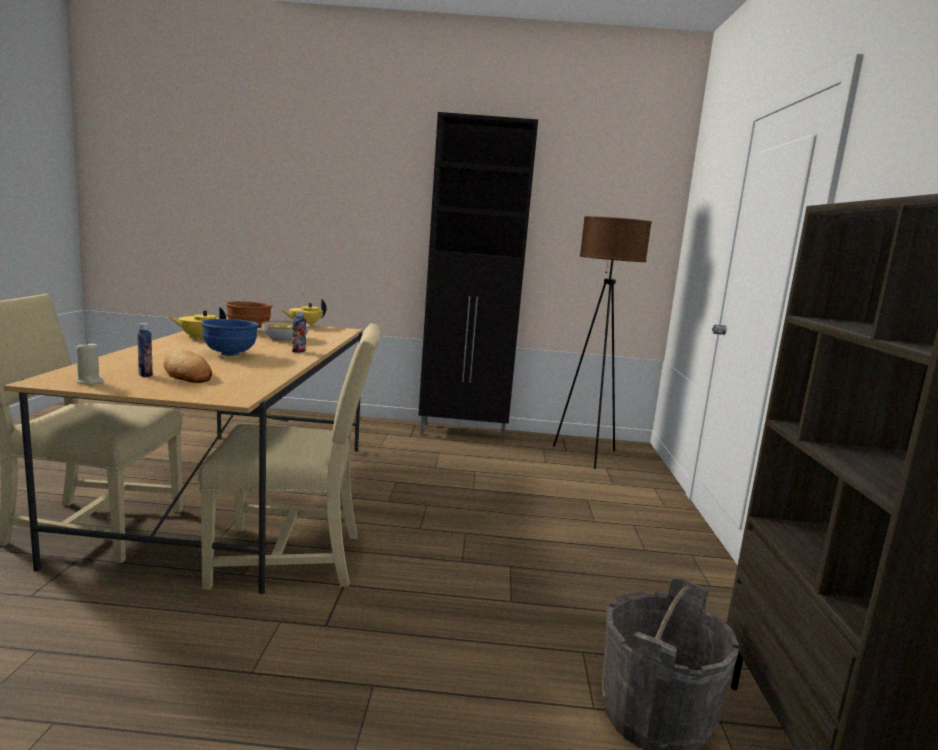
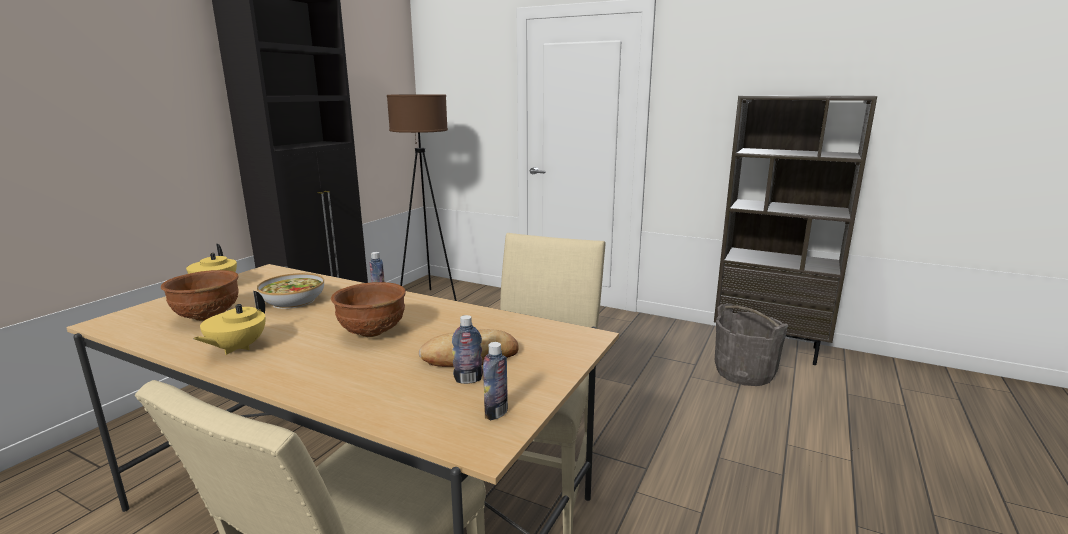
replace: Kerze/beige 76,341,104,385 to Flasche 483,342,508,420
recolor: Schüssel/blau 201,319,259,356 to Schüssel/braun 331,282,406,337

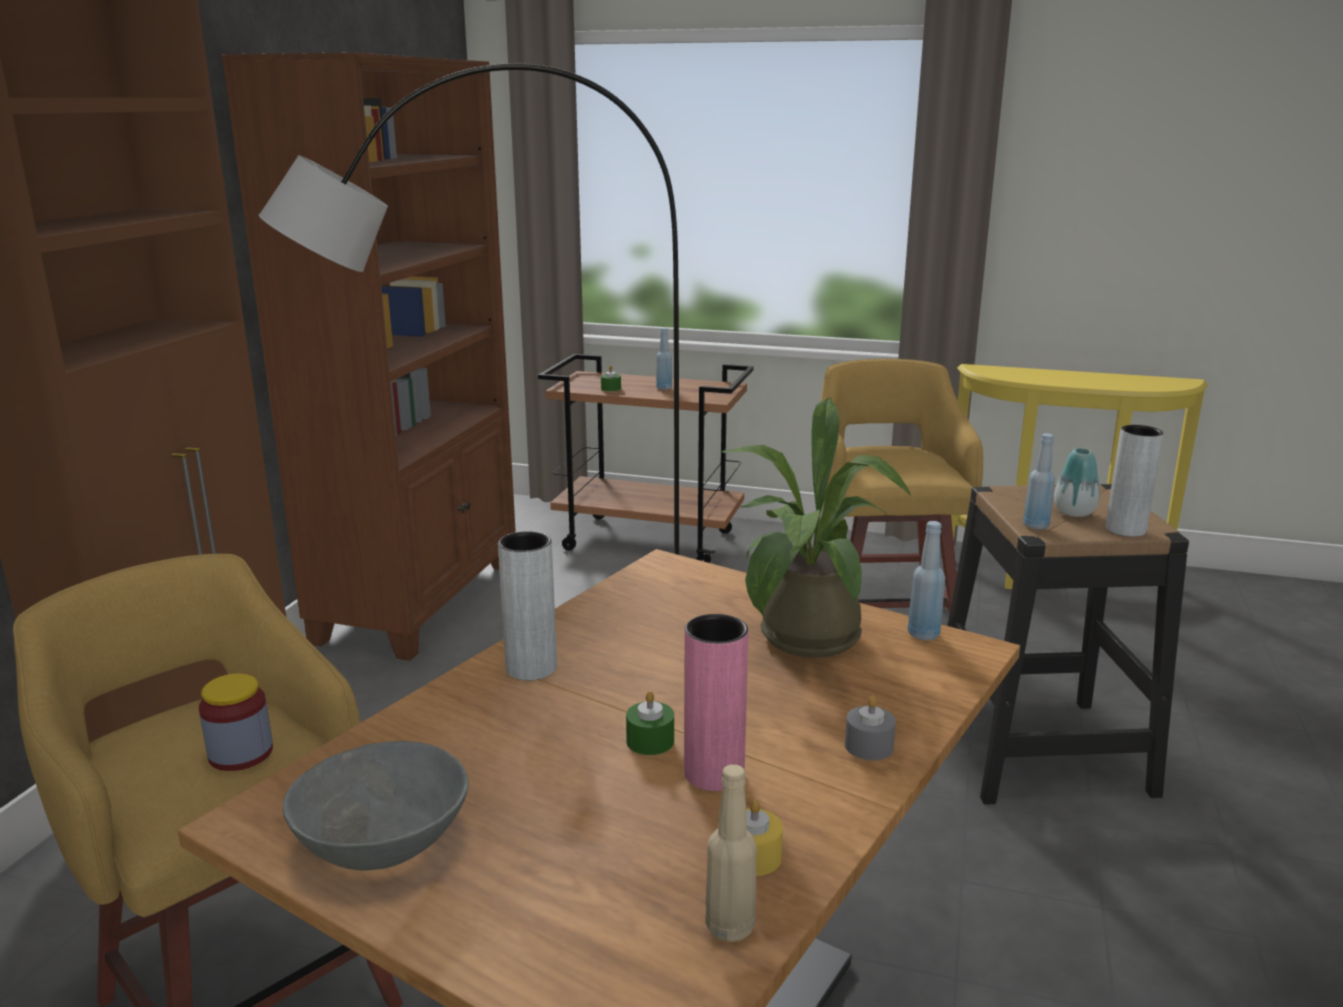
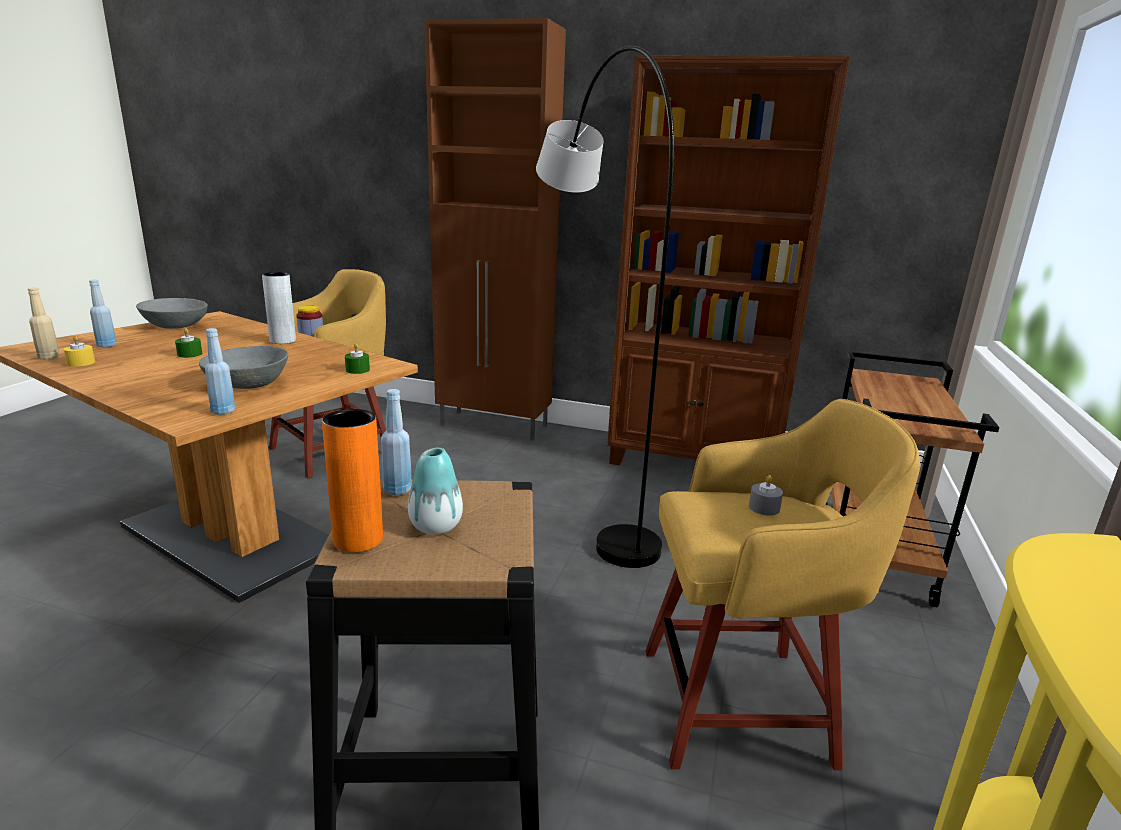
delete: Vase/rosa 684,614,749,791
move: Kerze/grün 601,365,621,392 to 345,343,370,374; Flasche/blau 656,328,672,390 to 89,280,117,347; Kerze/grau 845,696,896,760 to 749,475,783,516
replace: Topfpflanze 721,398,911,658 to Schüssel/grau 199,346,288,389
recolor: Vase/grau 1105,425,1163,537 to Vase/orange 322,409,383,552

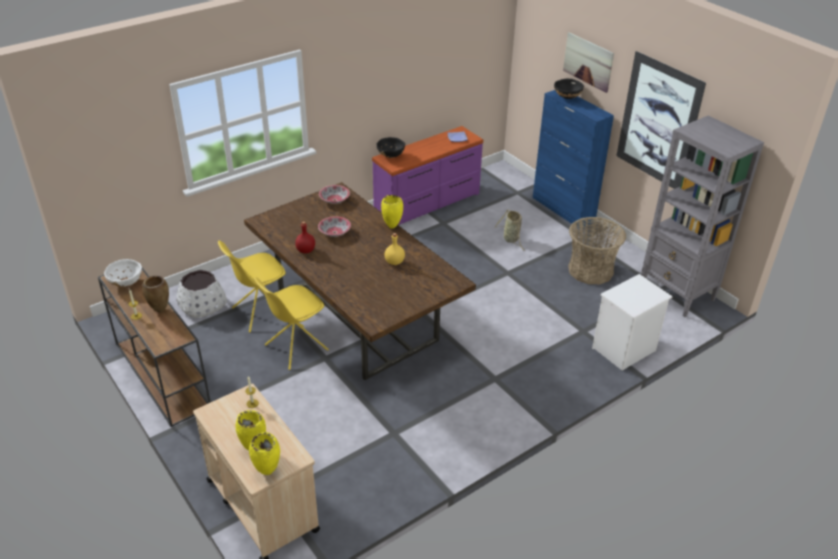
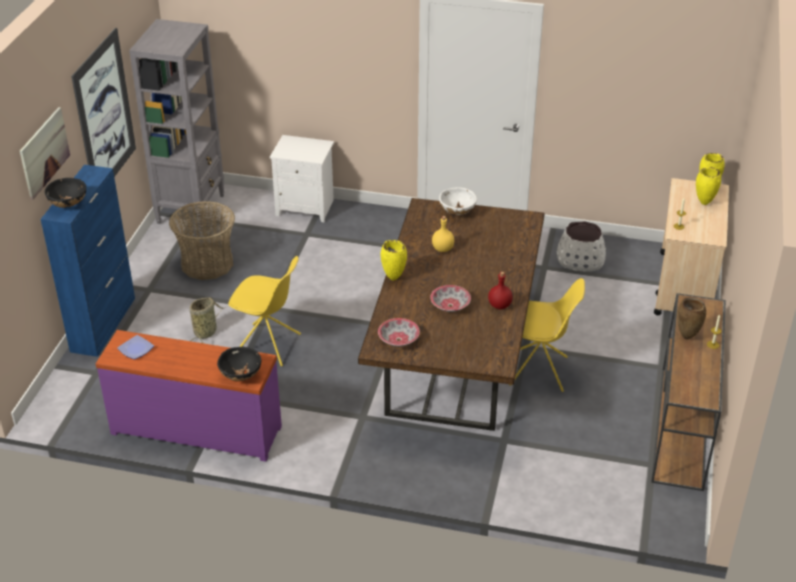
move: Schüssel/weiß 104,259,142,287 to 439,188,477,215; Pflanzkübel/weiß 177,270,227,318 to 557,221,606,271; Stuhl/gelb 218,241,286,333 to 228,256,301,366

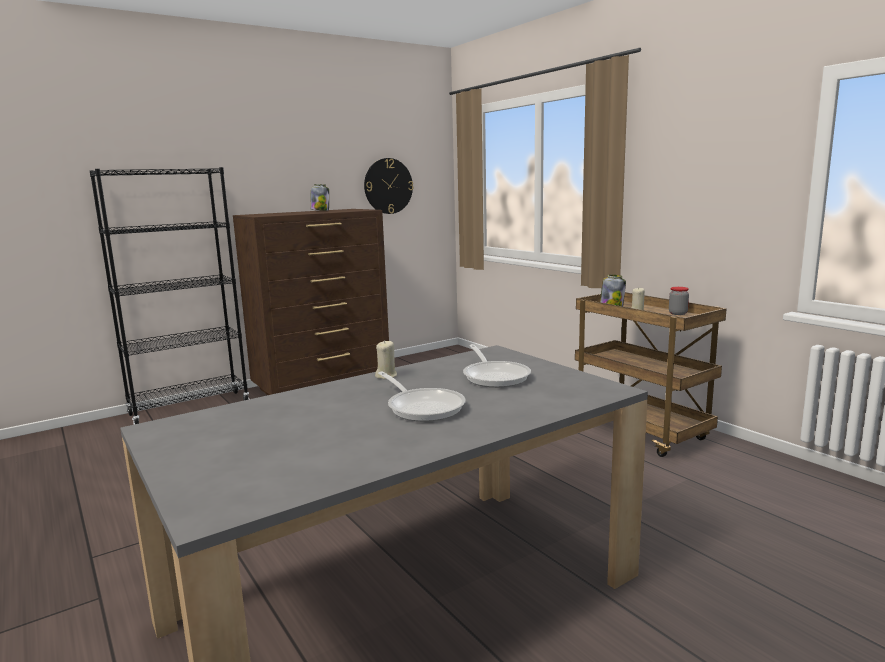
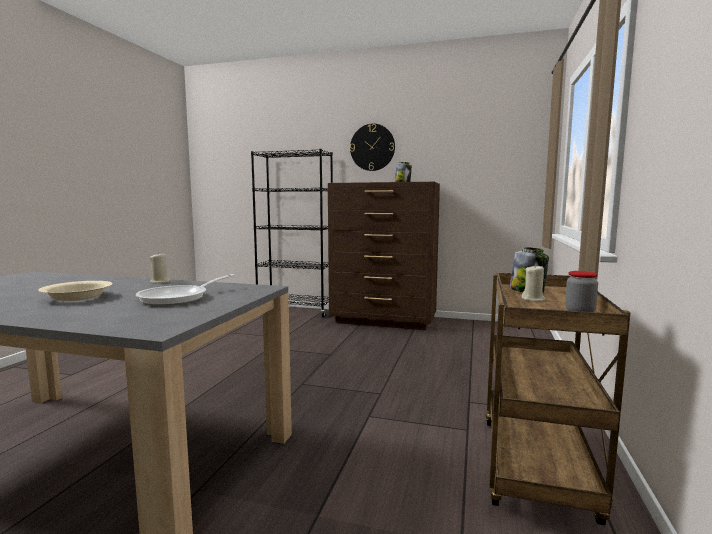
move: Wanduhr 364,158,413,214 to 350,124,395,171
replace: Pfanne 378,371,466,422 to Schüssel/beige 38,281,113,301

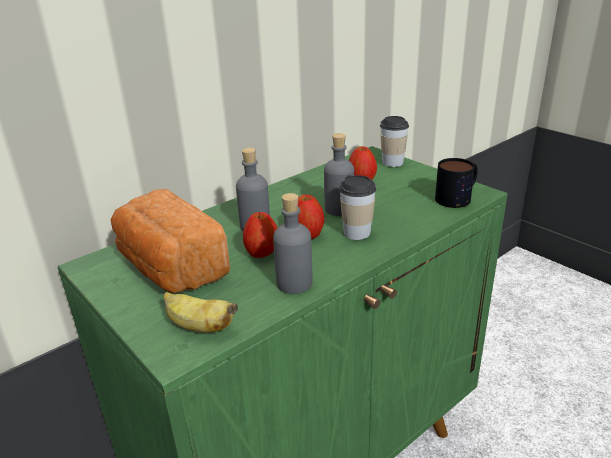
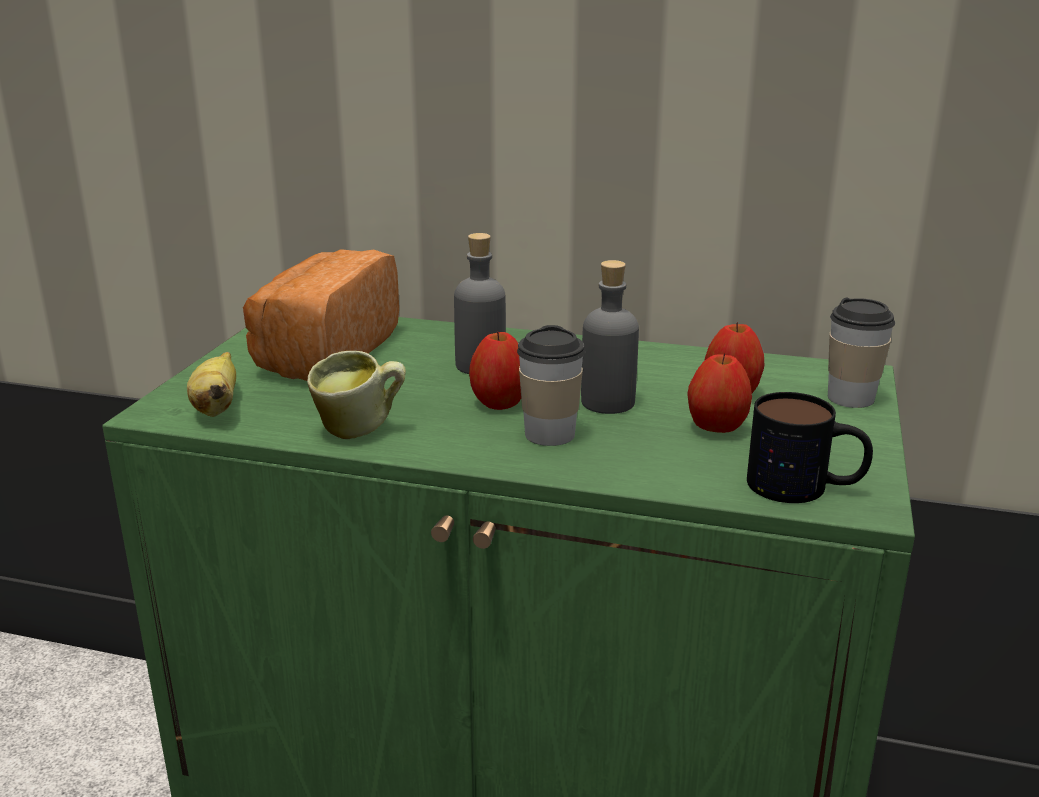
move: Apfel 243,212,277,258 to 687,353,752,433
replace: Flasche/grau 273,193,312,294 to Henkelbecher 307,351,406,439

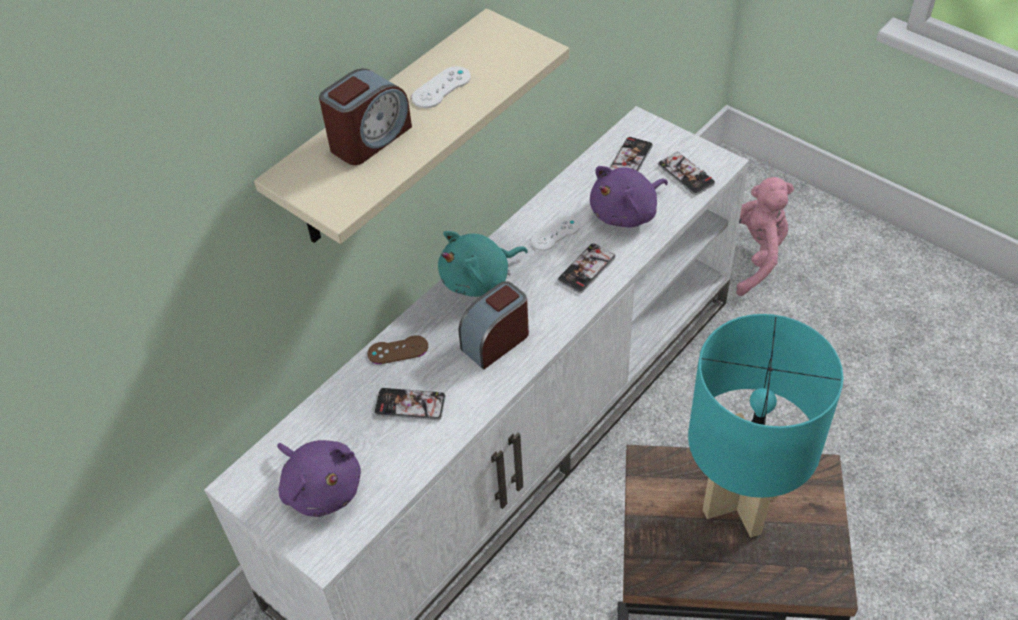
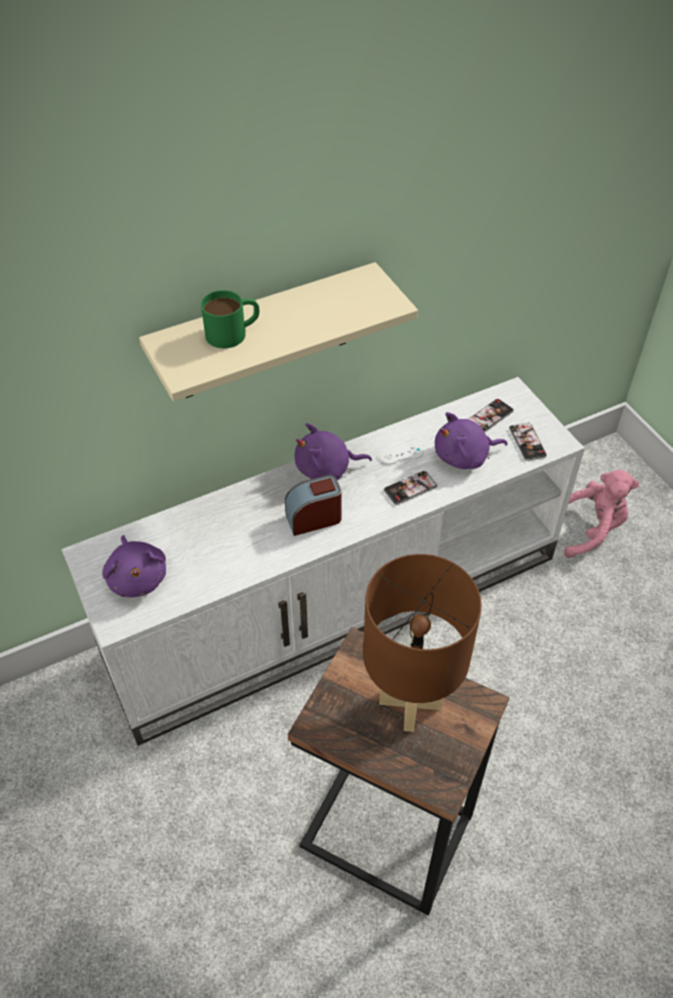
delete: Gamepad/braun 367,335,428,364; Handy 374,388,446,421; Gamepad/weiß 411,66,471,108
replace: Wecker 319,68,412,165 to Henkelbecher/grün 201,290,259,348
recolor: Plüschtier/türkis 438,231,528,297 to Plüschtier/lila 295,423,372,480; Tischlampe/türkis 688,314,844,538 to Tischlampe/braun 363,554,482,732

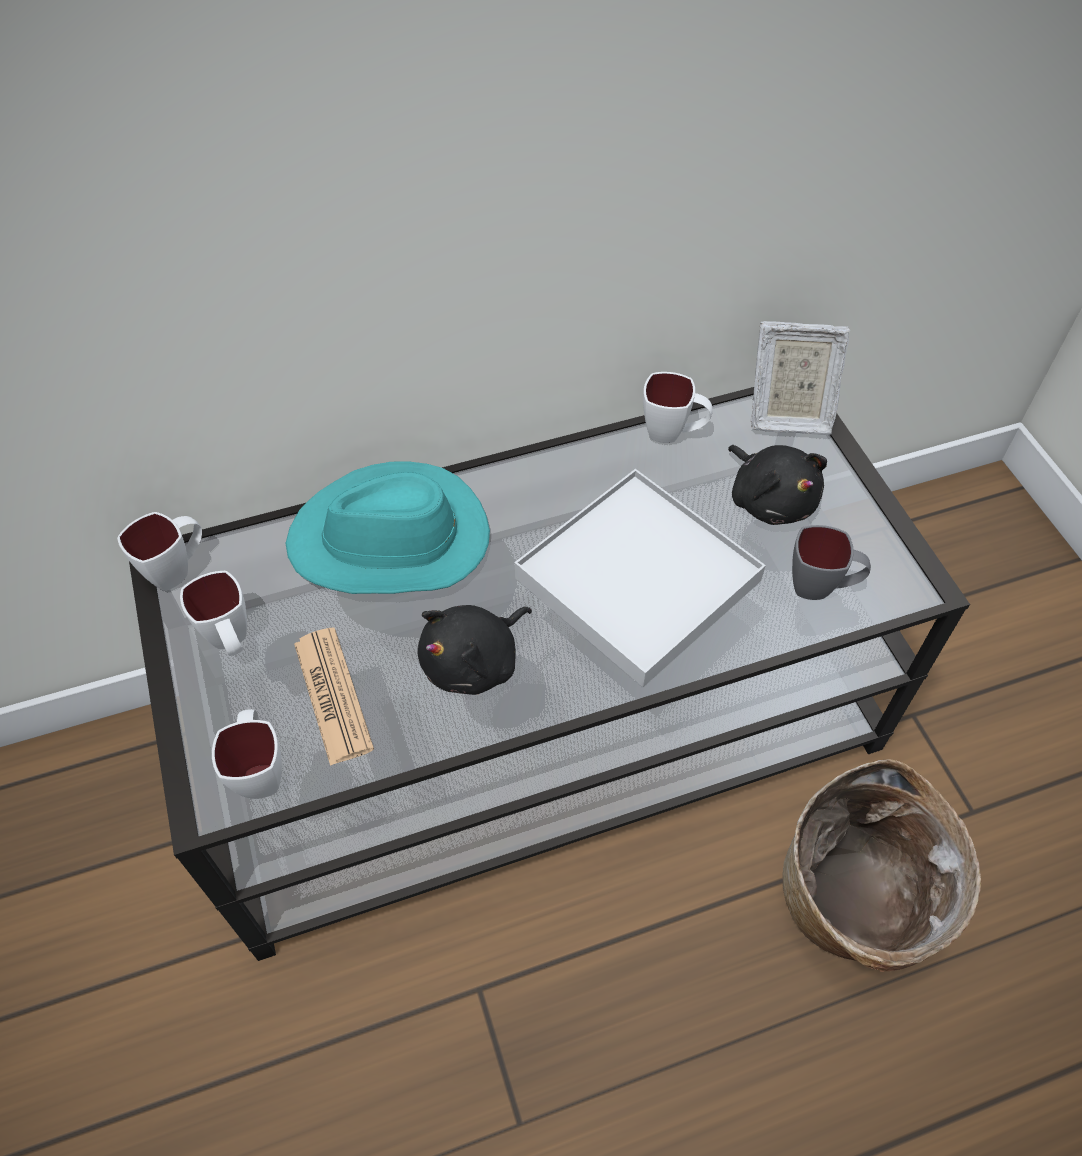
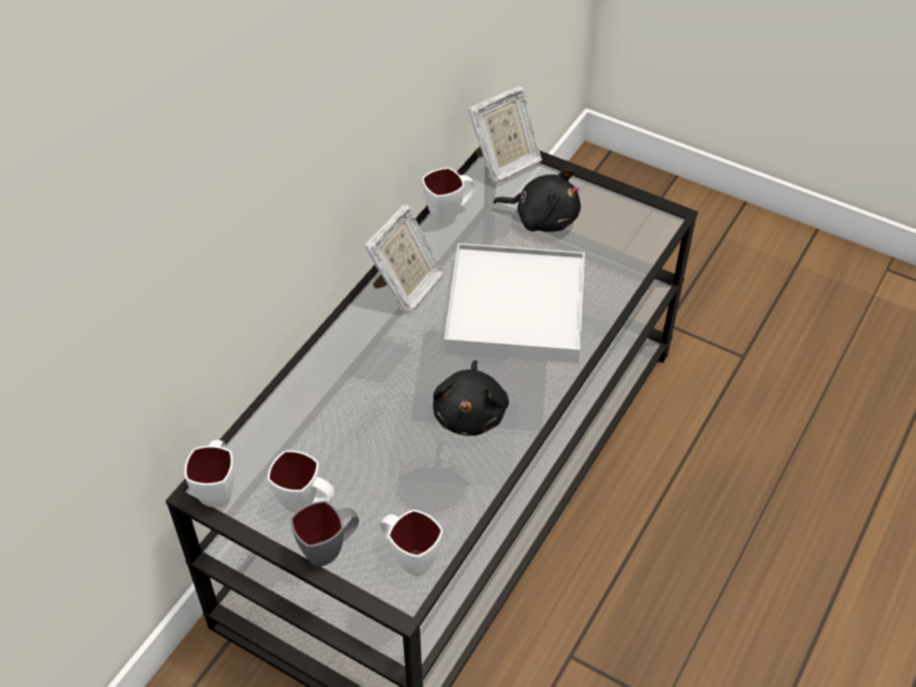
delete: Hut/türkis 285,461,490,594; Zeitung 294,627,374,766; Korb 782,759,982,972
insert: Bilderrahmen 365,204,444,314
move: Henkelbecher/grau 792,525,871,600 to 291,501,359,567

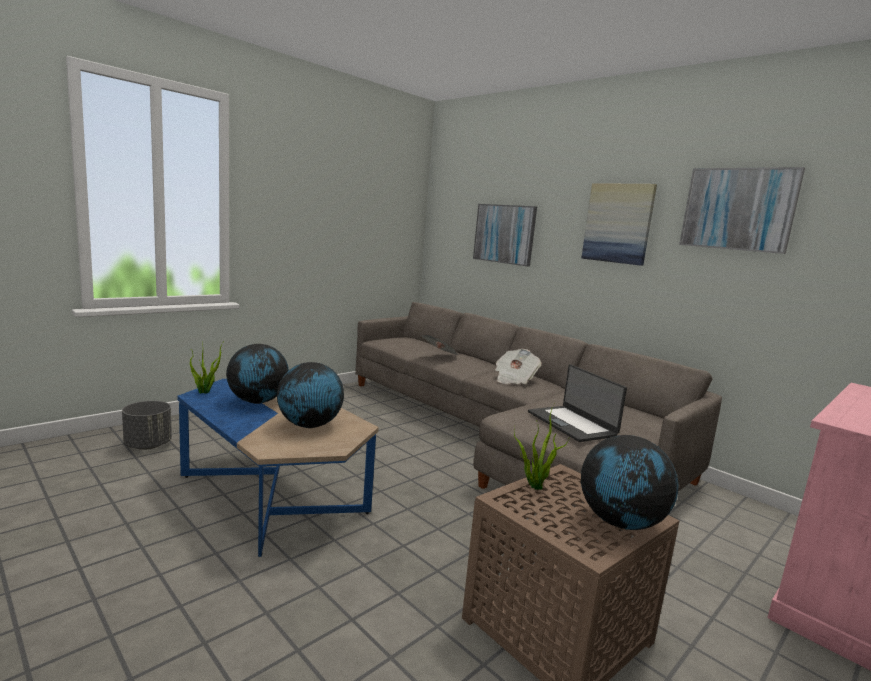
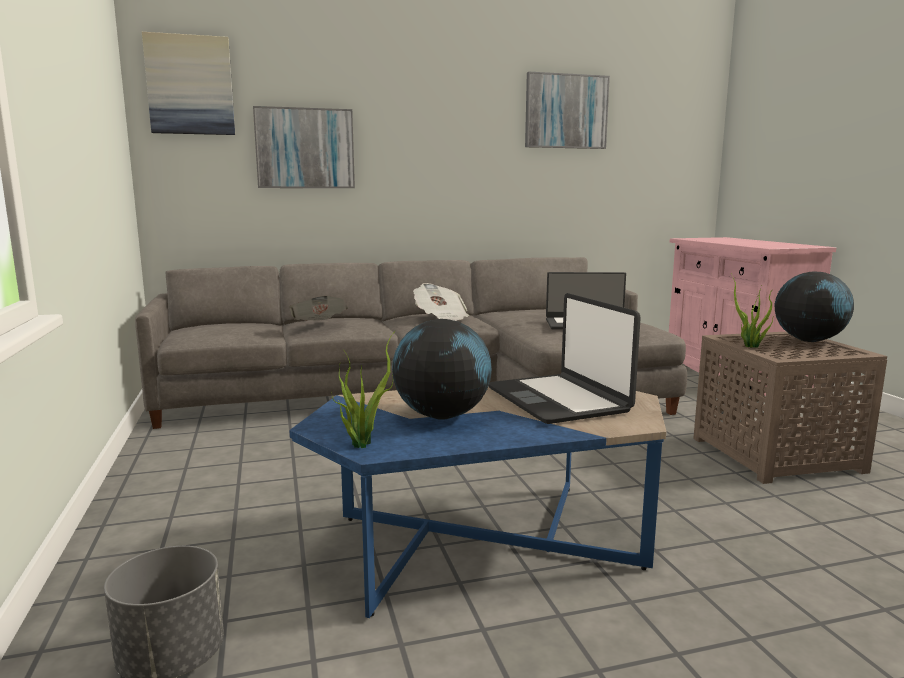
move: Bild 581,183,657,266 to 142,32,235,135
replace: Globus 277,362,344,428 to Laptop 489,293,641,424

